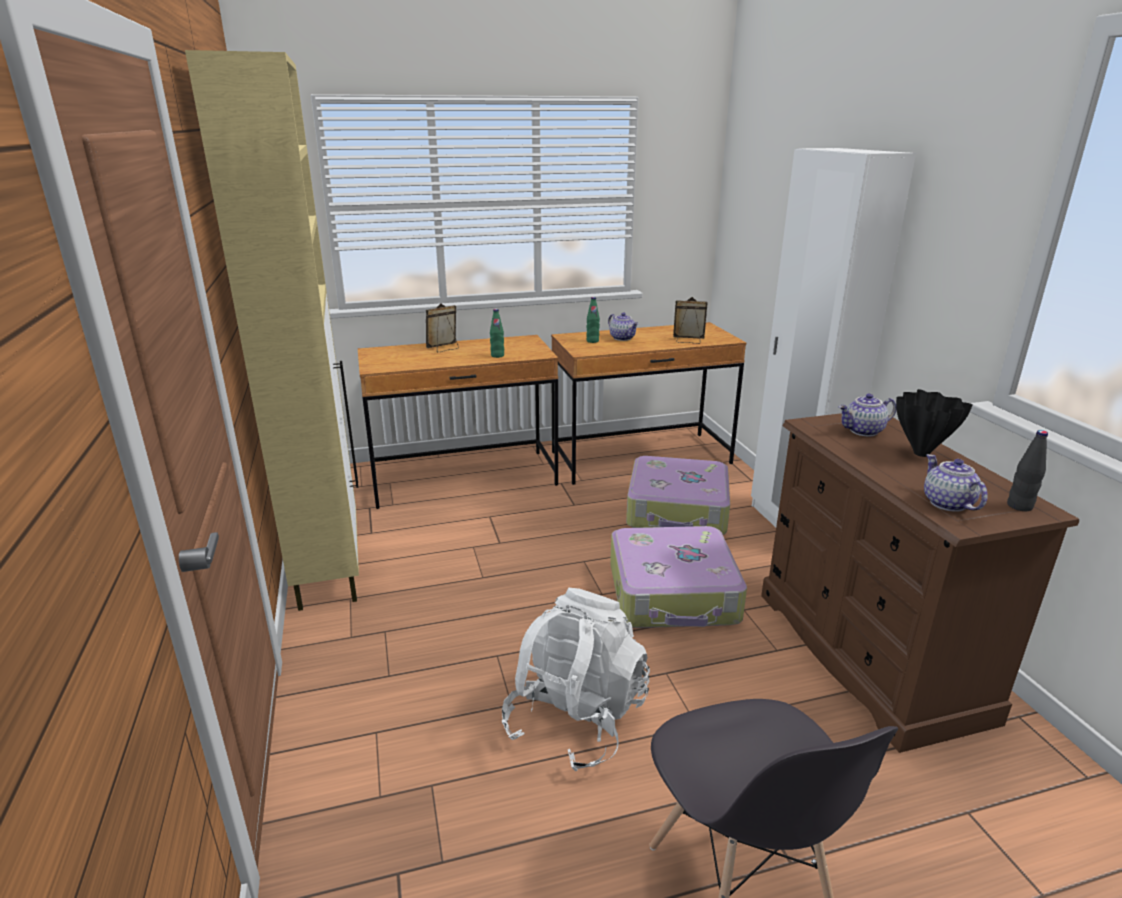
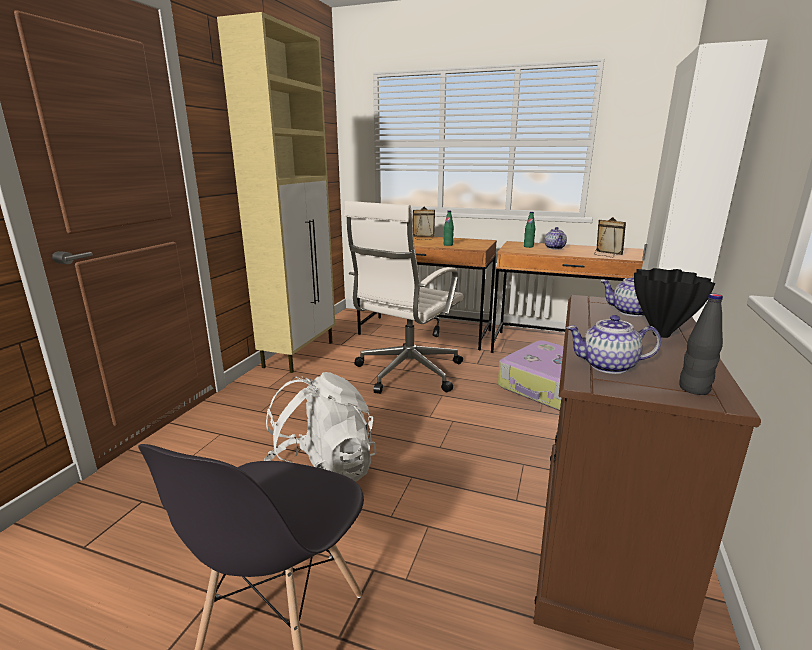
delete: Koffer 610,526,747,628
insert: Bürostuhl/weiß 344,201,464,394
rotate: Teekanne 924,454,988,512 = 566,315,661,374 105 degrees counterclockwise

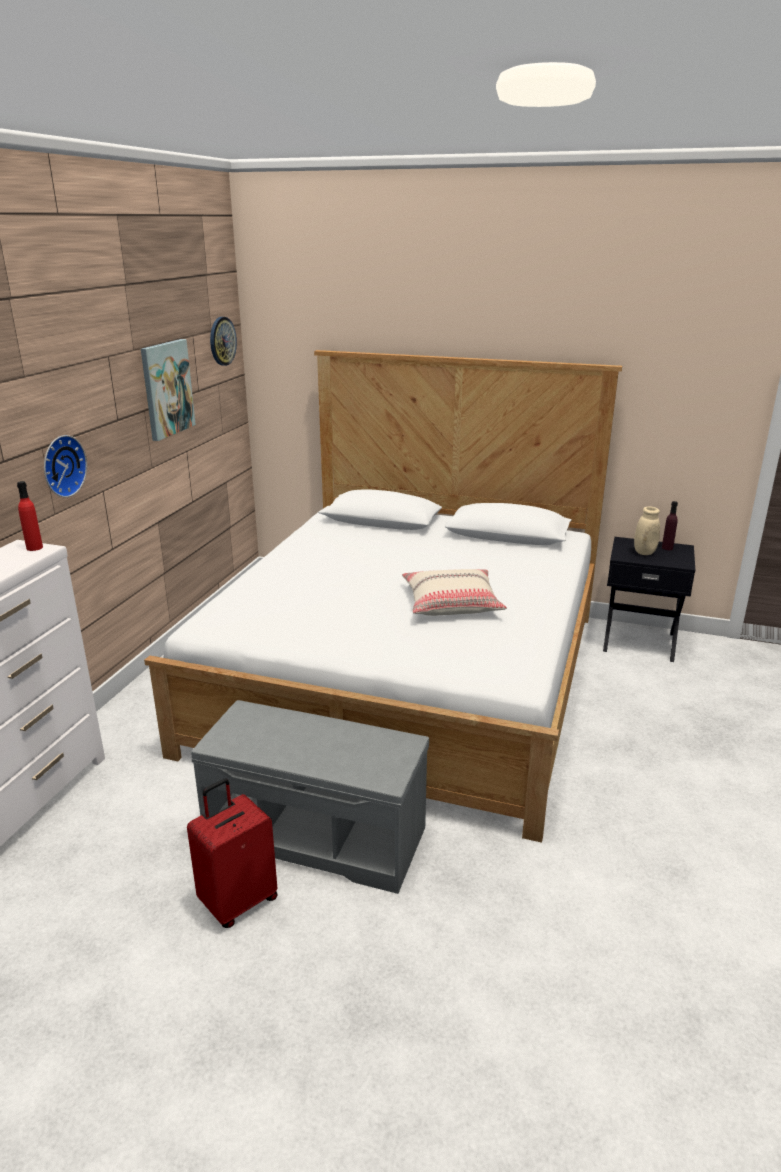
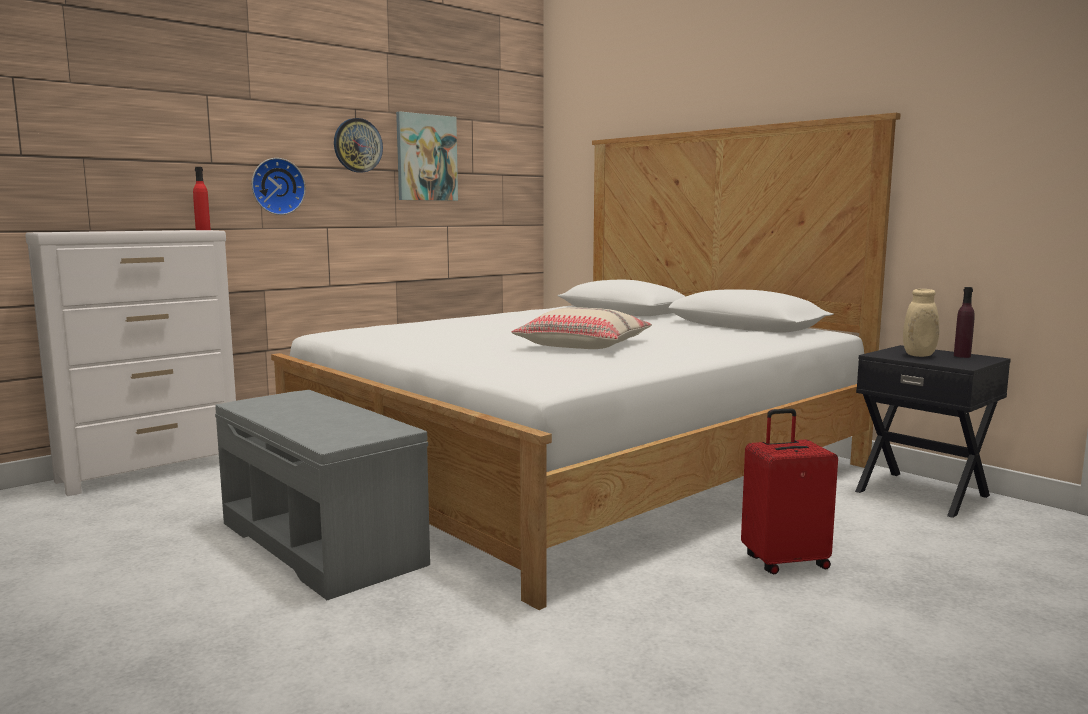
move: Koffer/rot 187,778,278,928 to 741,409,838,575; Wanduhr 210,317,237,366 to 334,118,383,173

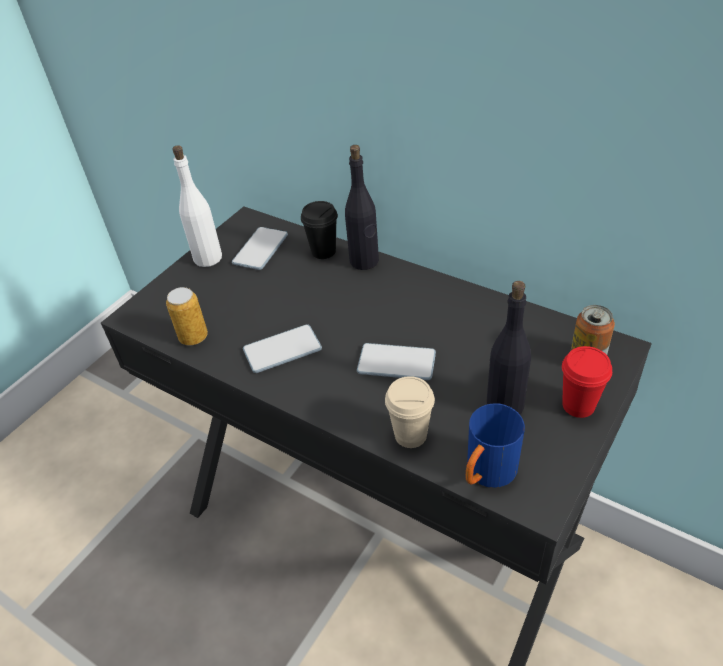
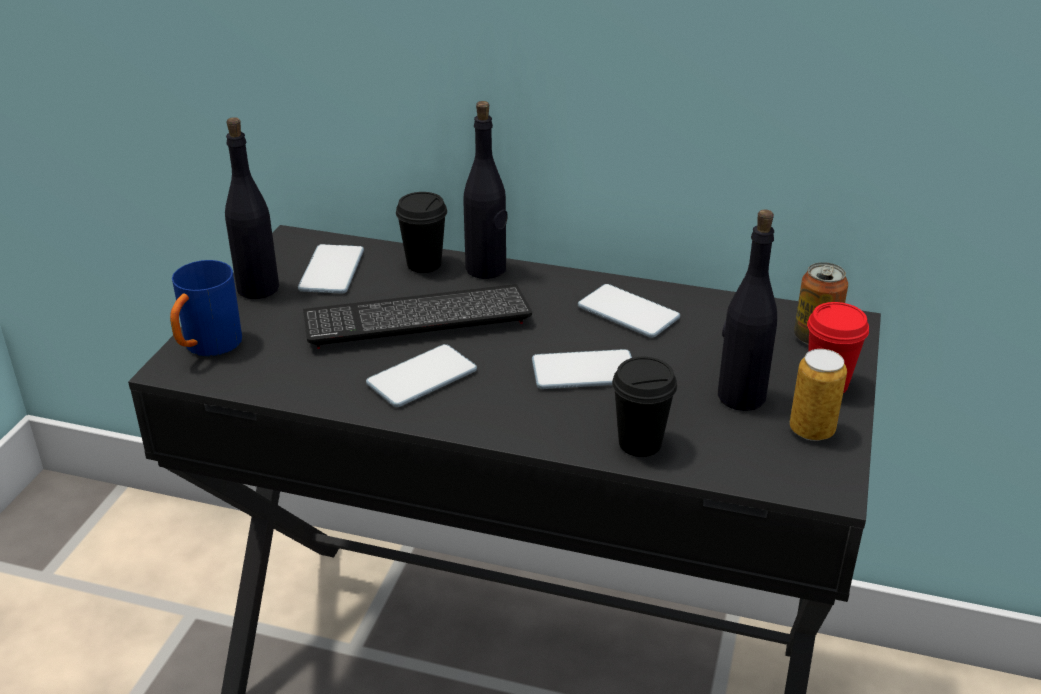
insert: Tastatur 303,284,532,349; Handy 578,284,680,338
move: Dose 166,287,208,345 to 790,349,847,441; Henkelbecher/blau 465,403,525,488 to 170,260,242,356
recolor: Flasche/weiß 172,145,222,267 to Flasche/schwarz 225,117,279,299; Tasse/beige 385,376,435,448 to Tasse/schwarz 612,357,677,457

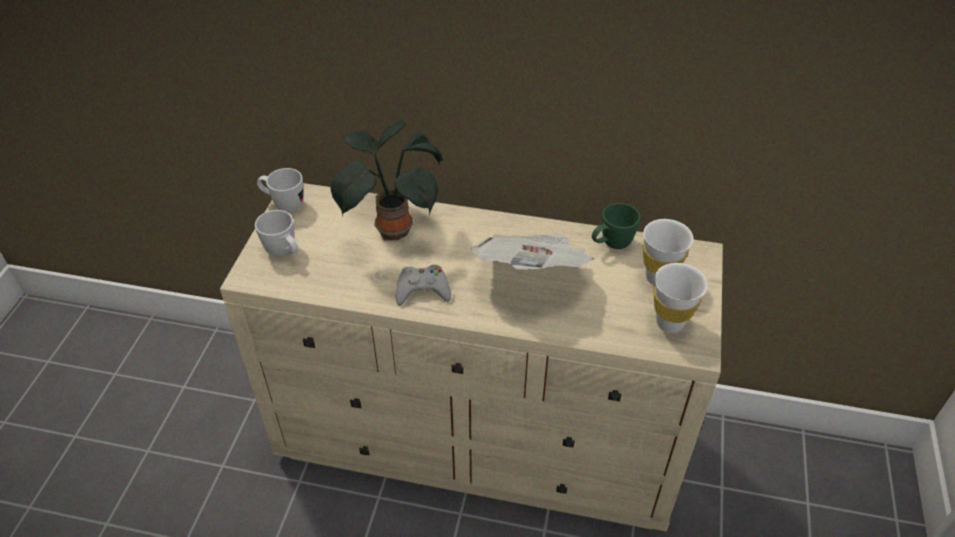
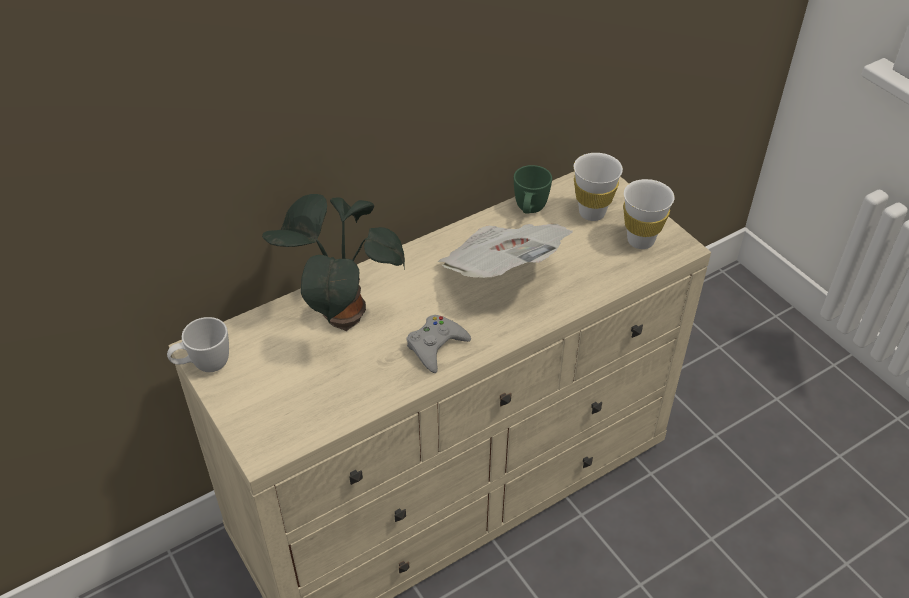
delete: Henkelbecher/weiß 255,210,298,256

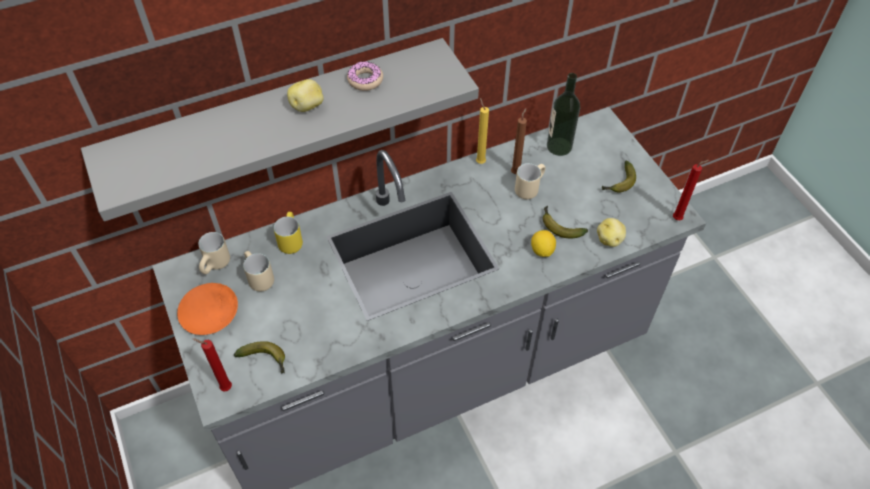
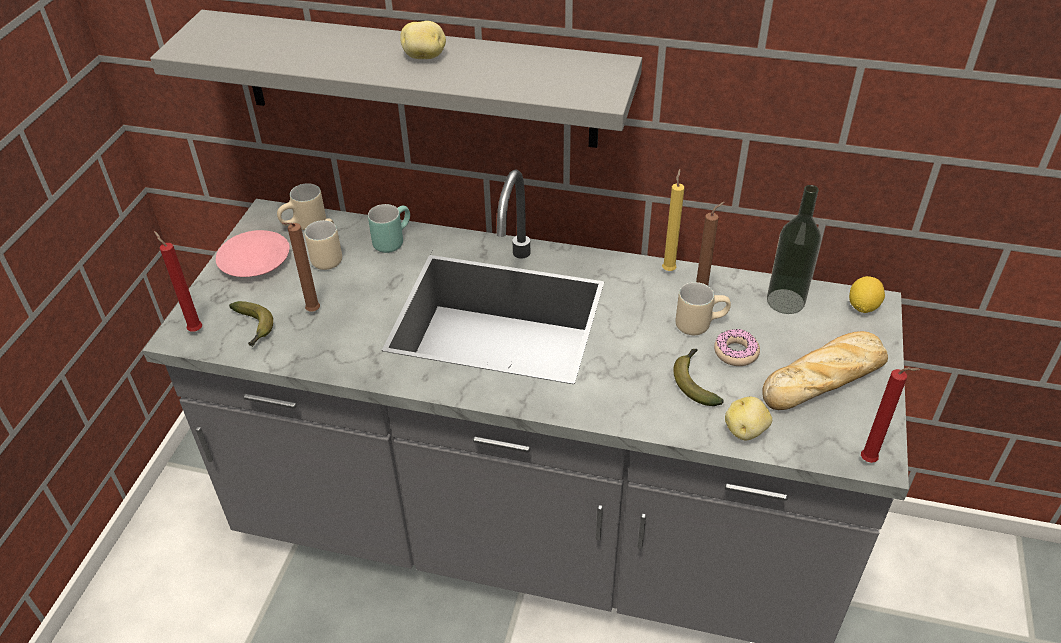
insert: Kerze/braun 282,222,320,312
move: Donut 347,61,383,91 to 714,329,760,366; Zitrone 531,230,556,257 to 849,276,885,313
replace: Banane 602,161,636,193 to Brot 762,331,888,410
recolor: Teller/orange 177,283,238,335 to Teller/rosa 216,230,290,277; Henkelbecher/gelb 274,212,303,254 to Henkelbecher/türkis 368,204,410,253

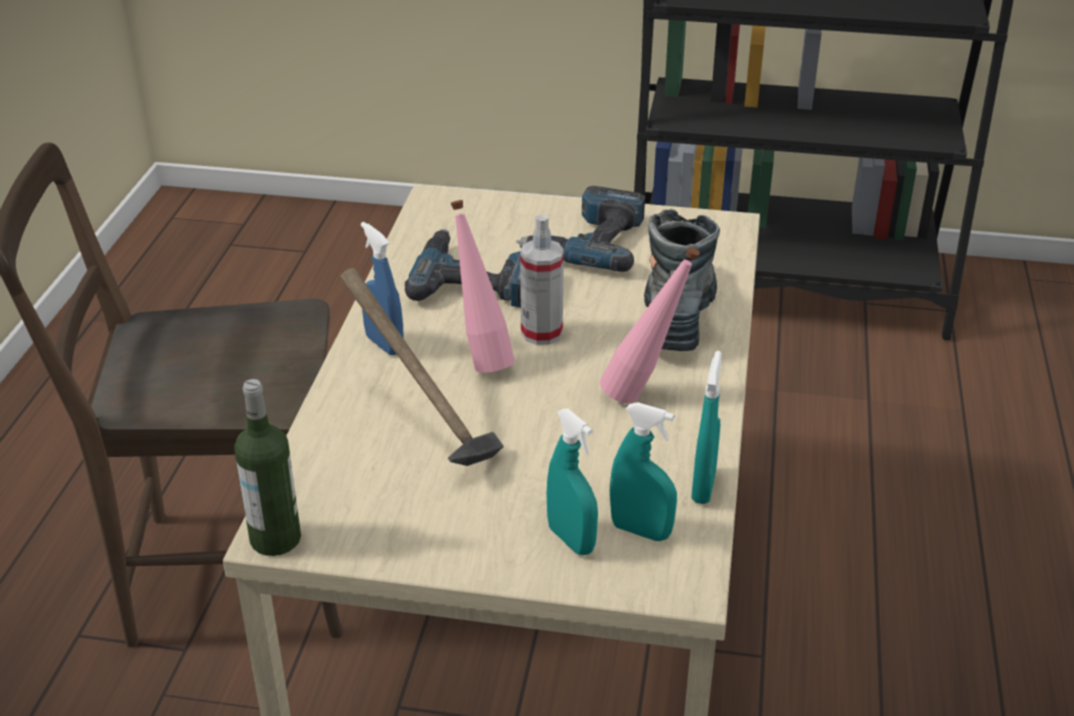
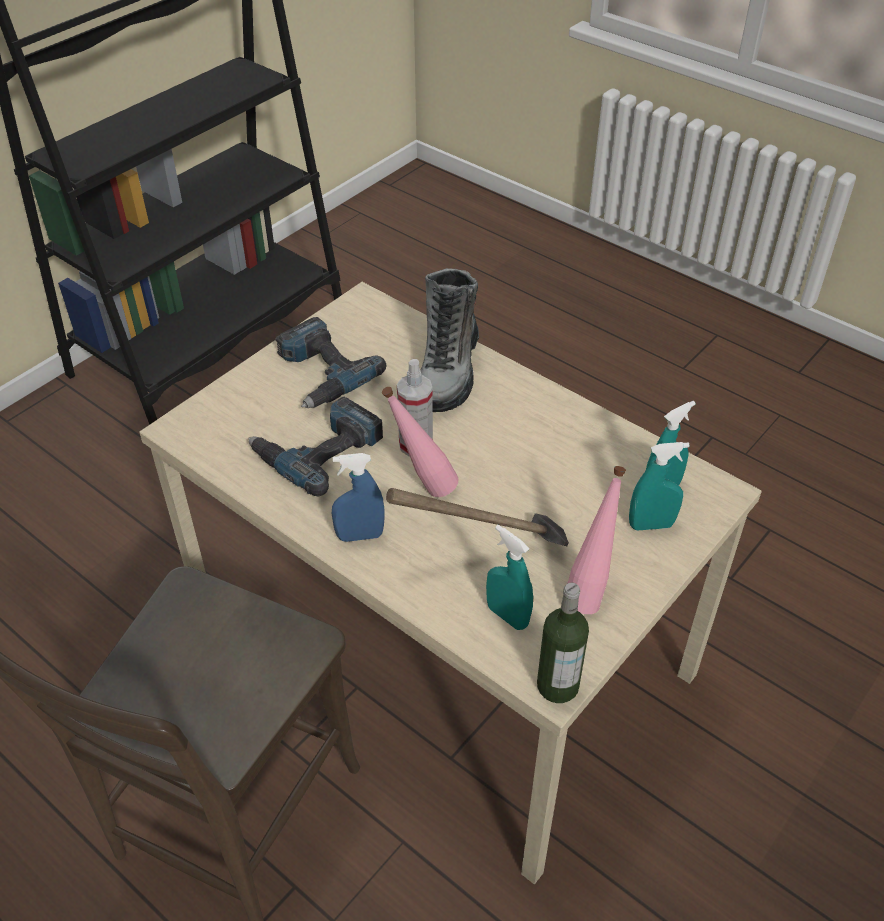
move: Flasche/rosa 600,247,700,403 to 567,466,626,614; Sprühflasche/türkis 691,351,721,504 to 486,525,533,630
rotate: Stiefel 644,209,720,351 = 420,268,479,412 120 degrees counterclockwise

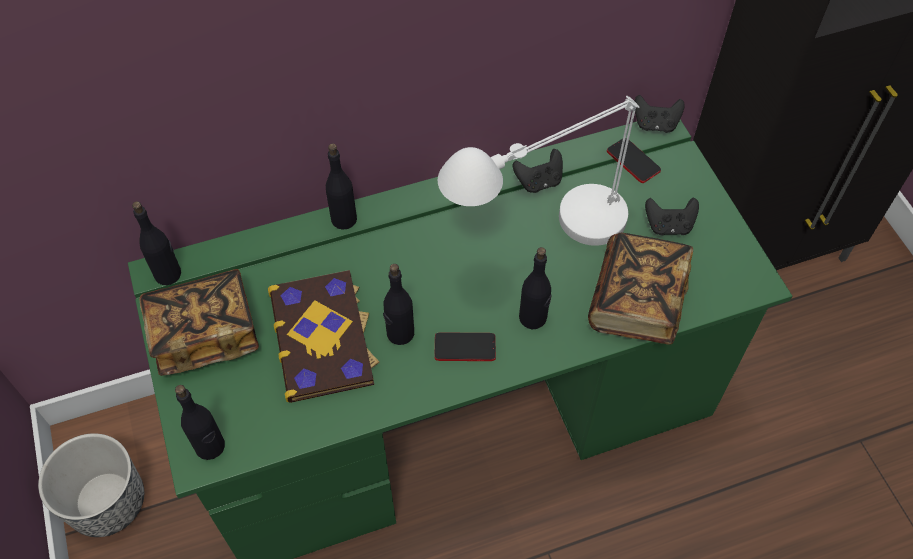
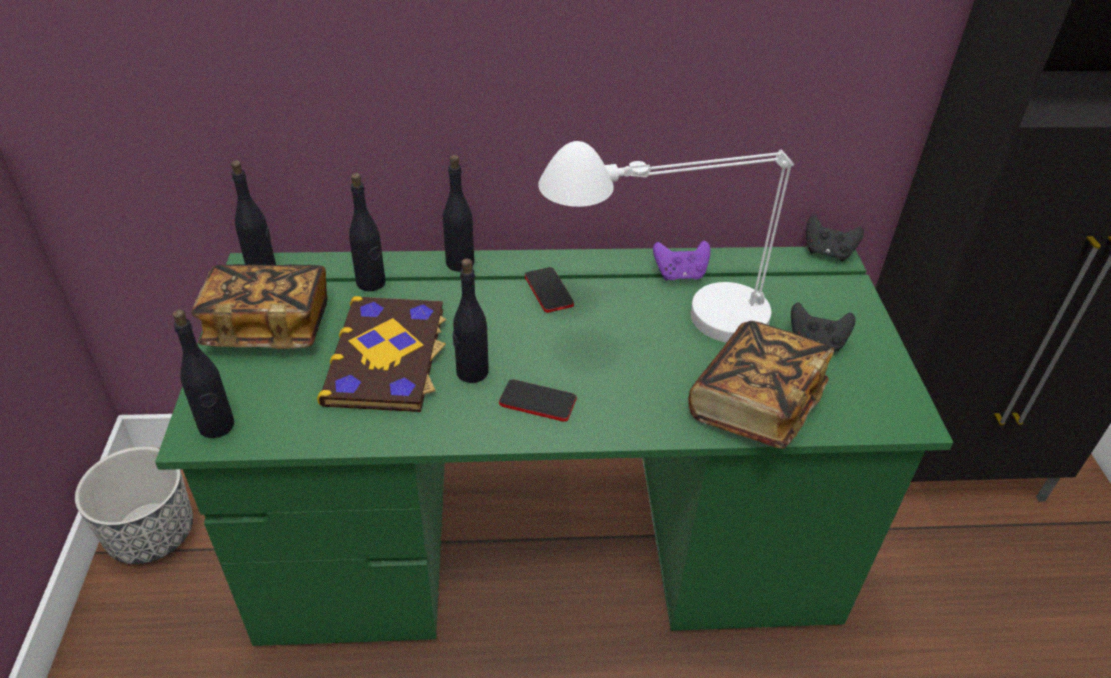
move: Flasche/schwarz 519,247,552,329 to 349,173,386,291; Handy 607,138,661,183 to 525,267,574,313
recolor: Gamepad/schwarz 513,149,563,193 to Gamepad/lila 653,241,710,281

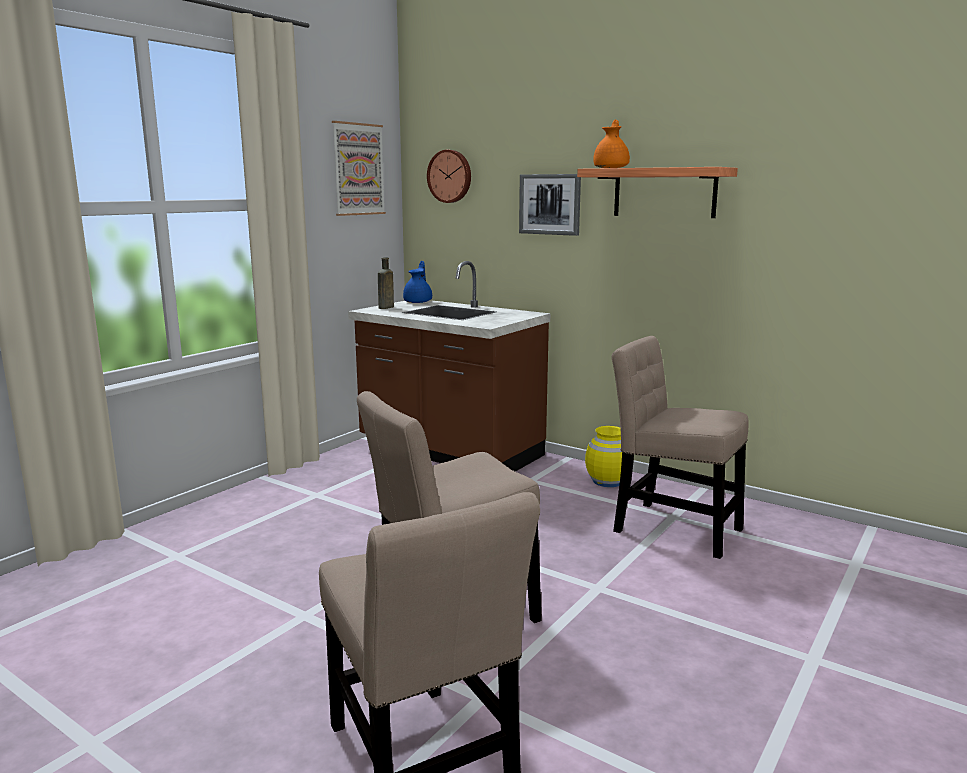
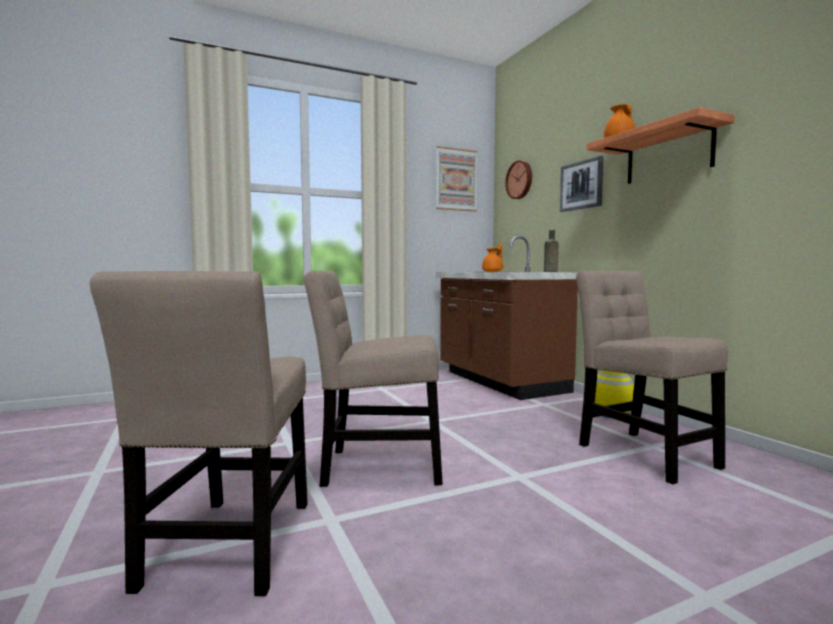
move: Flasche/braun 378,258,394,309 to 544,230,558,272
recolor: Teekanne/blau 403,261,432,303 to Teekanne/orange 482,244,503,272

